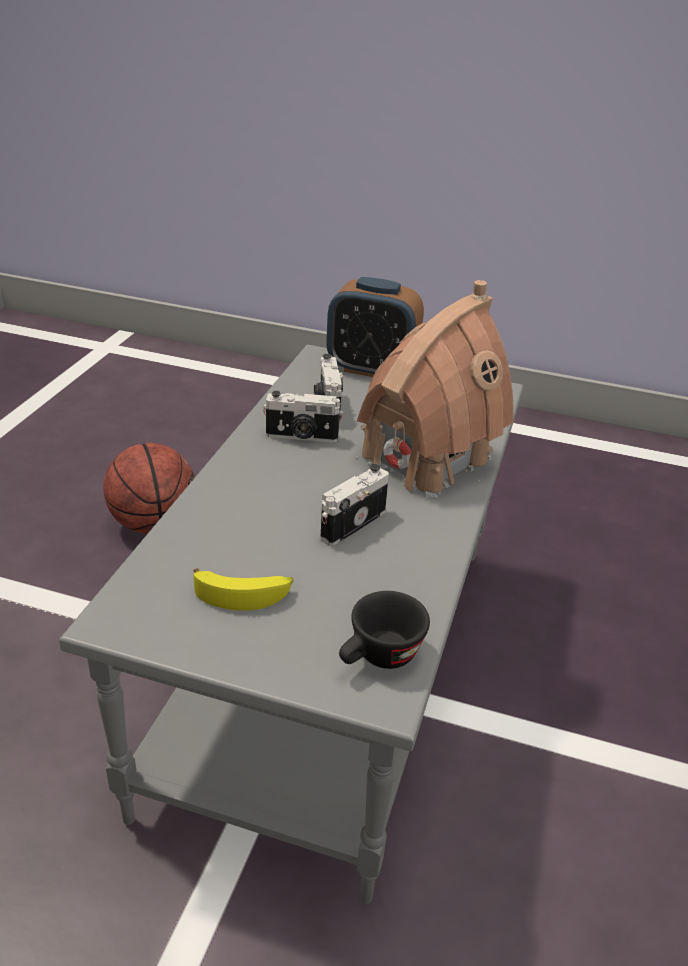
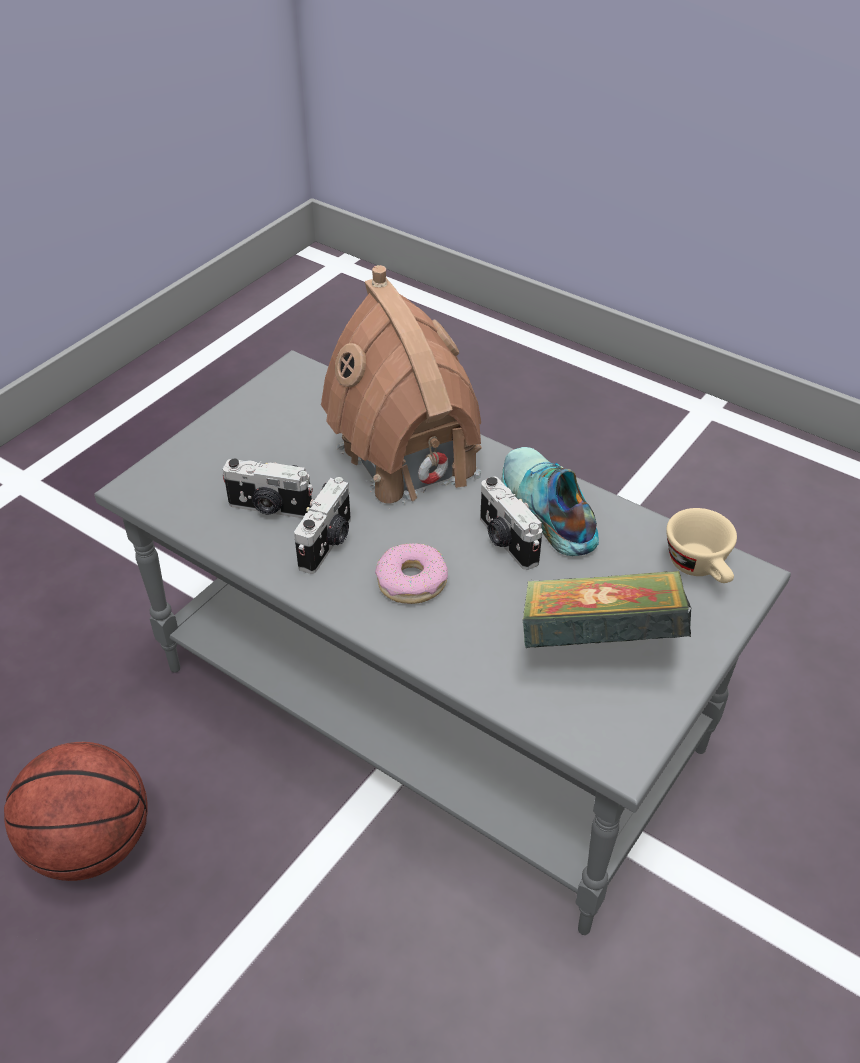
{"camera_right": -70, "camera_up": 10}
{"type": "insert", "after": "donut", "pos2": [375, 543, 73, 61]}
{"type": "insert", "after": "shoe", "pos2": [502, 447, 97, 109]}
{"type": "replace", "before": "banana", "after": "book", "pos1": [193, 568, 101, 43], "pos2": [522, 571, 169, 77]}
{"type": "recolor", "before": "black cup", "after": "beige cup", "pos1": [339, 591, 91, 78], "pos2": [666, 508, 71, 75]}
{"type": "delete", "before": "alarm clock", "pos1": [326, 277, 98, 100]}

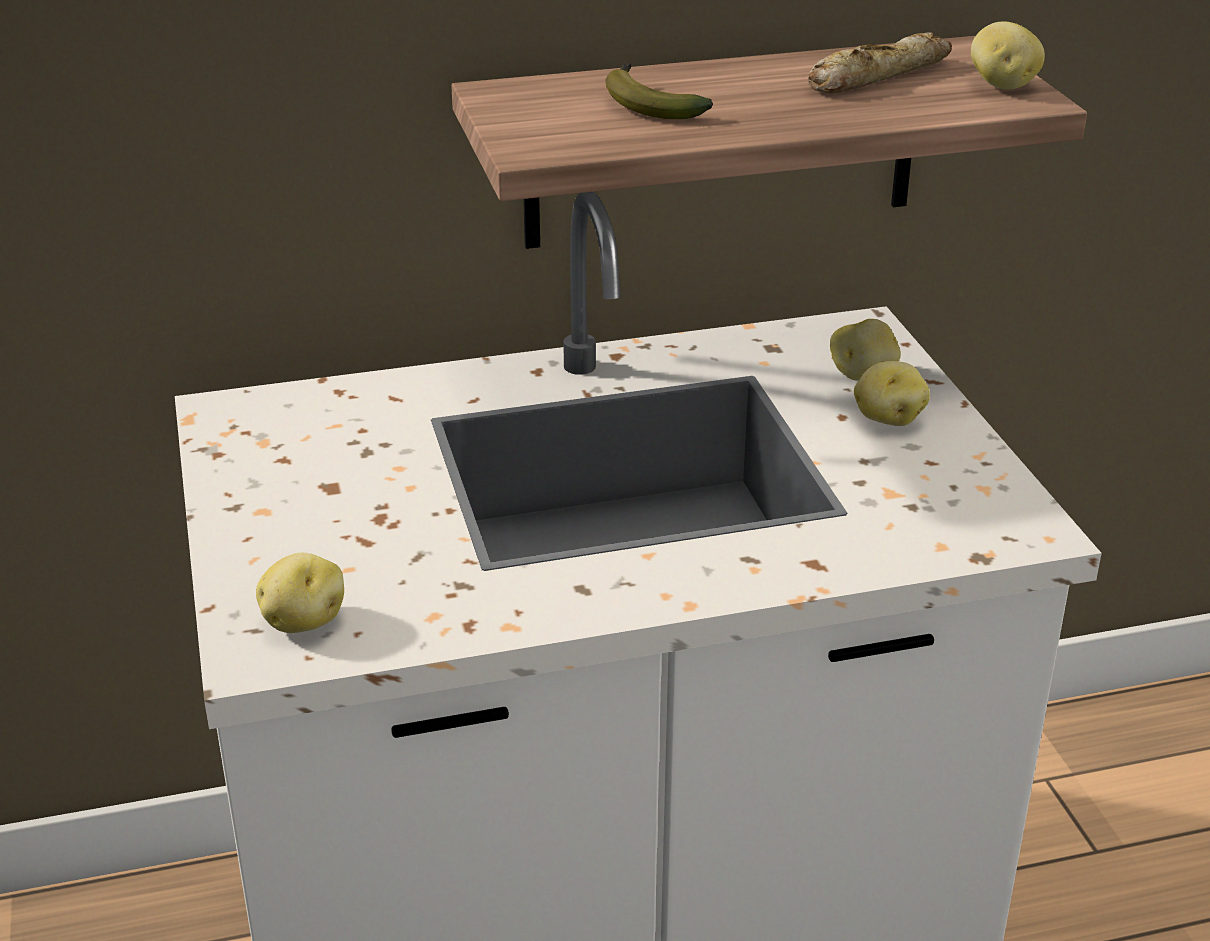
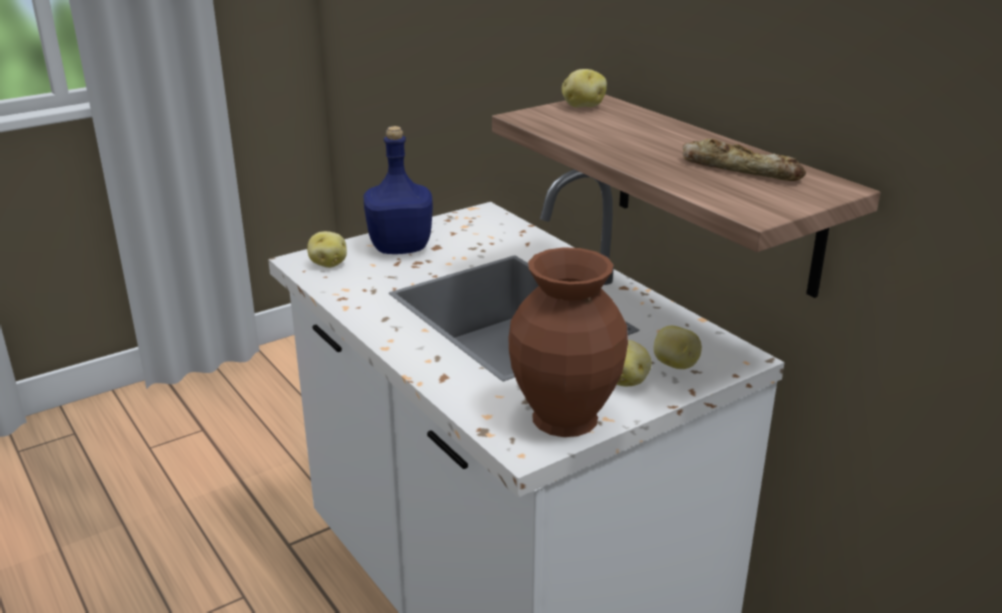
{"camera_right": 70, "camera_up": -5}
{"type": "insert", "after": "blue bottle", "pos2": [364, 126, 69, 128]}
{"type": "insert", "after": "brown vase", "pos2": [508, 247, 120, 190]}
{"type": "move", "before": "potato", "pos1": [971, 21, 74, 69], "pos2": [562, 69, 45, 38]}
{"type": "delete", "before": "banana", "pos1": [605, 63, 108, 56]}

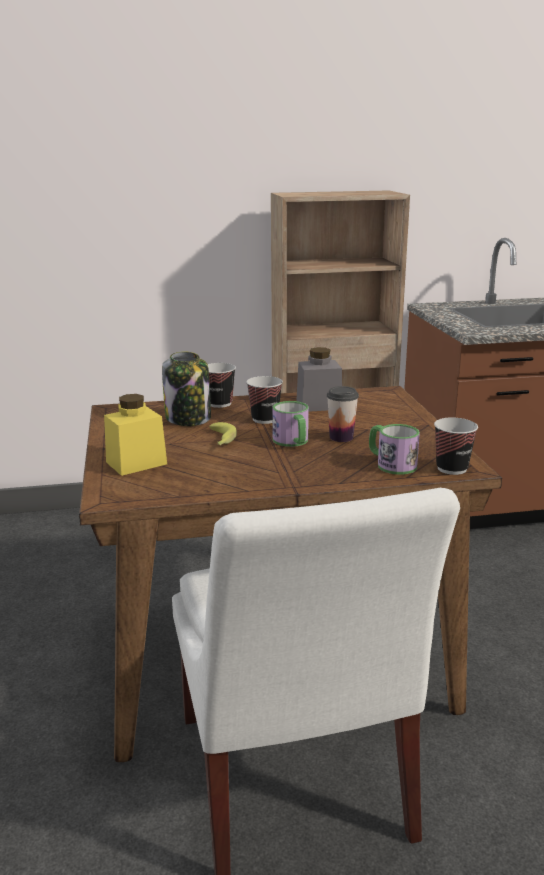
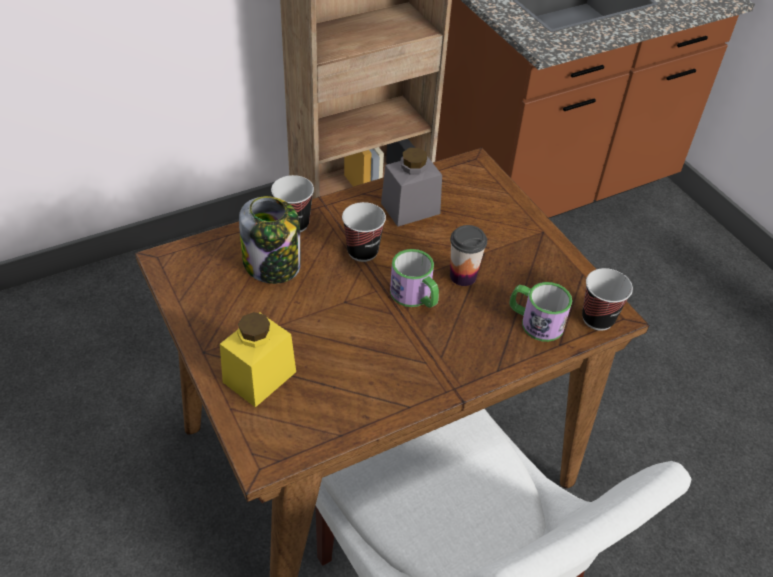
{"camera_right": -20, "camera_up": 25}
{"type": "delete", "before": "banana", "pos1": [209, 422, 28, 23]}

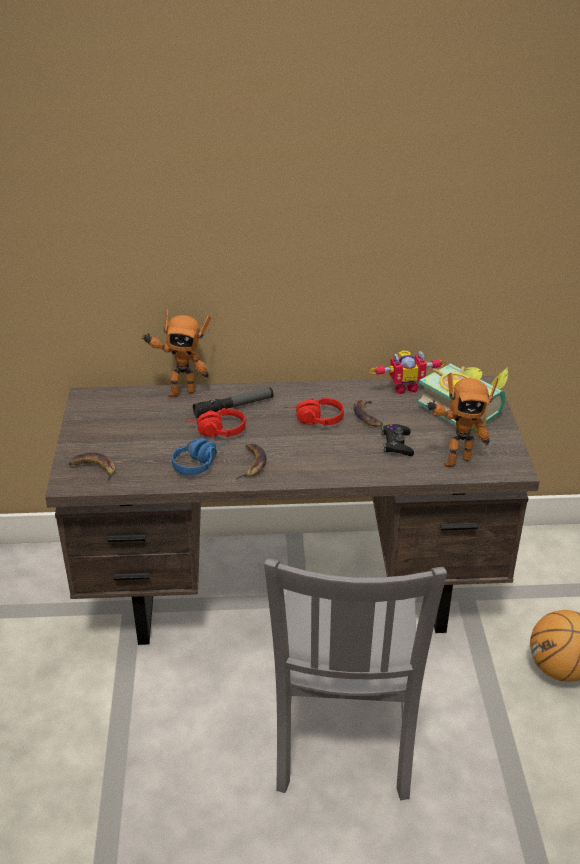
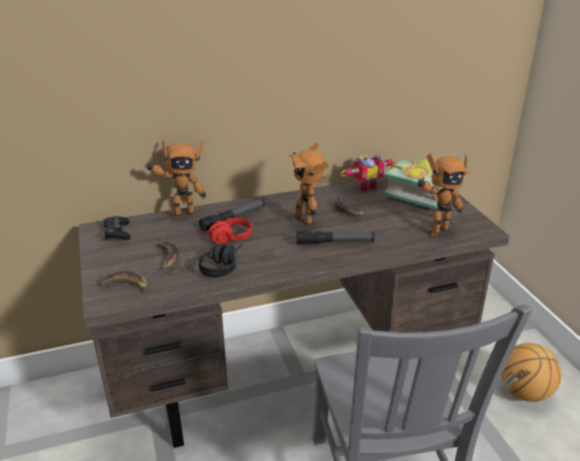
{"camera_right": -15, "camera_up": -5}
{"type": "move", "before": "black game controller", "pos1": [381, 424, 33, 32], "pos2": [102, 216, 29, 24]}
{"type": "move", "before": "banana", "pos1": [236, 444, 30, 35], "pos2": [155, 242, 24, 31]}
{"type": "recolor", "before": "blue headphones", "after": "black headphones", "pos1": [172, 438, 55, 37], "pos2": [198, 243, 44, 34]}
{"type": "replace", "before": "red headphones", "after": "toy robot", "pos1": [284, 398, 60, 28], "pos2": [289, 143, 40, 81]}
{"type": "insert", "after": "flashlight", "pos2": [296, 231, 78, 14]}

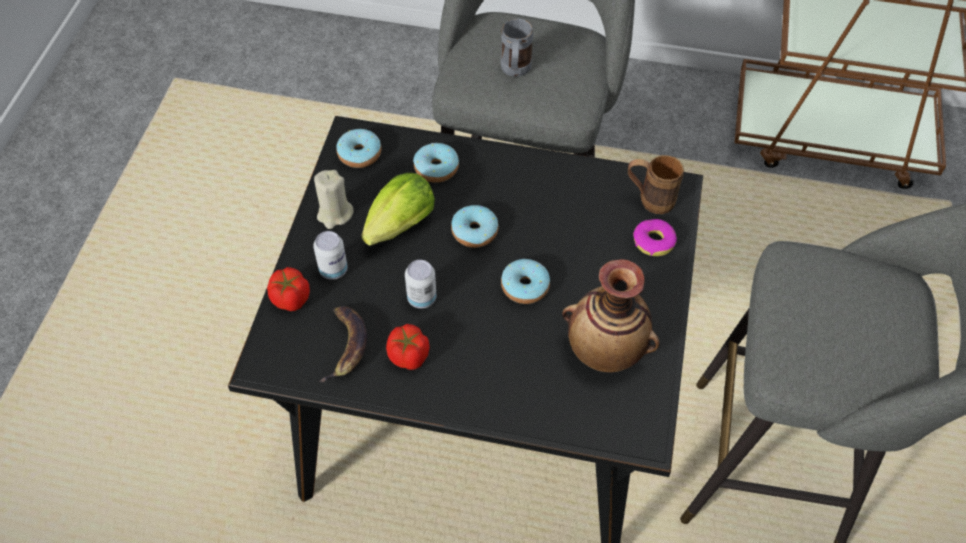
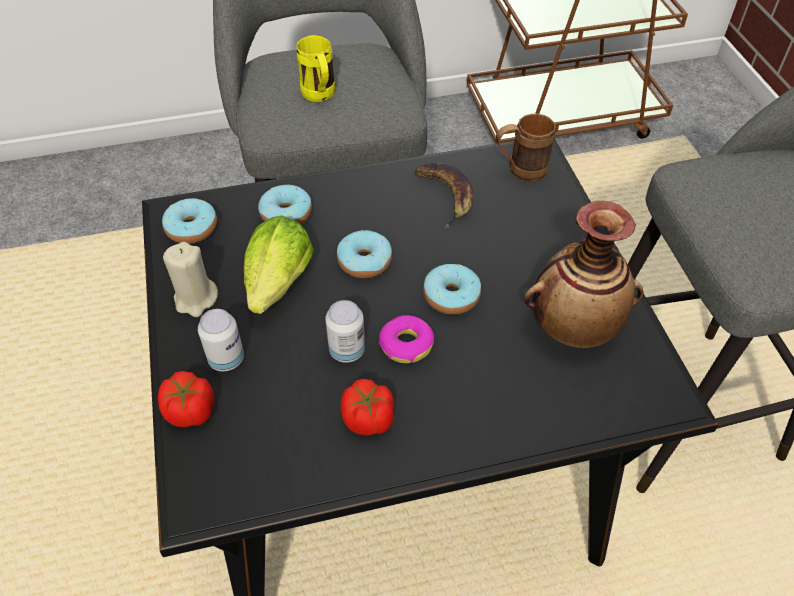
{"camera_right": -25, "camera_up": -5}
{"type": "recolor", "before": "grey mug", "after": "yellow mug", "pos1": [500, 19, 33, 58], "pos2": [296, 35, 39, 67]}
{"type": "move", "before": "donut", "pos1": [633, 219, 44, 37], "pos2": [379, 315, 55, 48]}
{"type": "move", "before": "banana", "pos1": [319, 306, 48, 76], "pos2": [414, 163, 60, 66]}

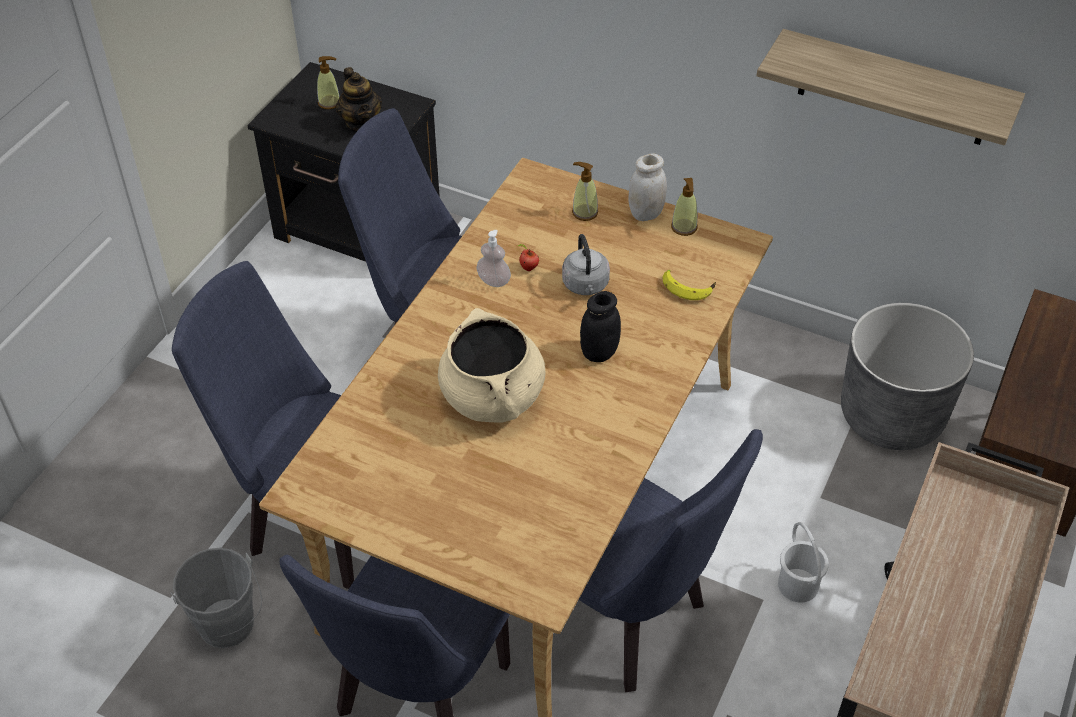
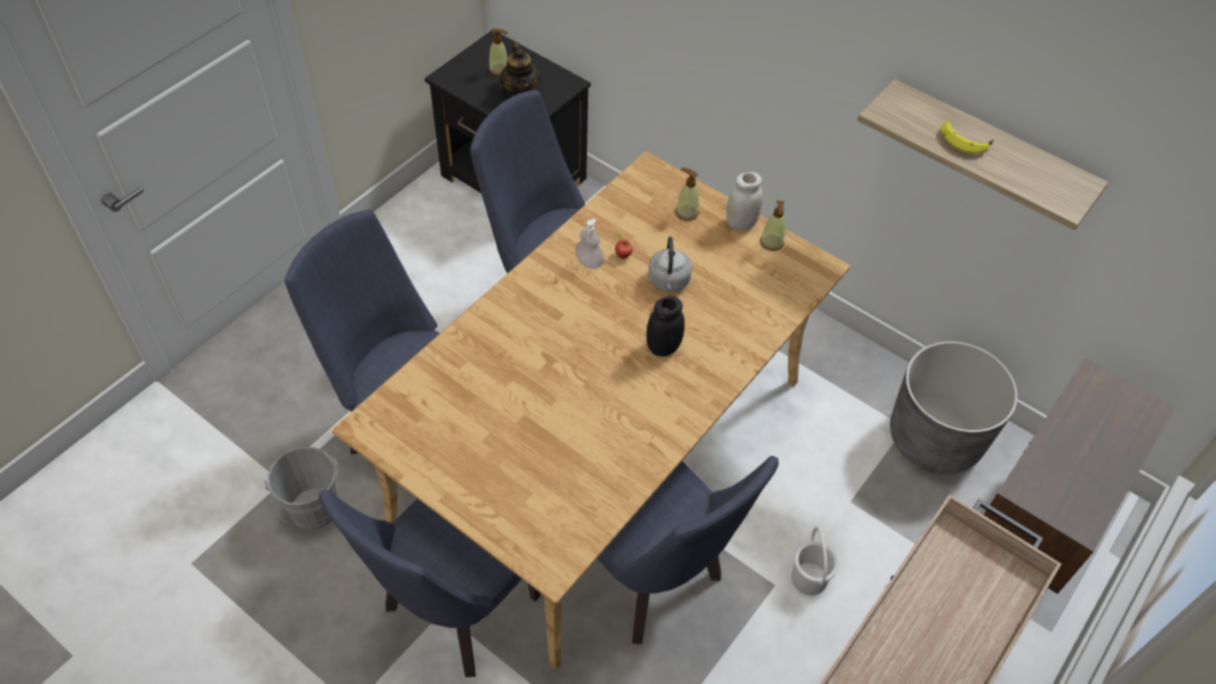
{"camera_right": 10, "camera_up": 5}
{"type": "move", "before": "banana", "pos1": [662, 270, 54, 30], "pos2": [941, 120, 53, 34]}
{"type": "delete", "before": "beige cooking pot", "pos1": [438, 308, 108, 115]}

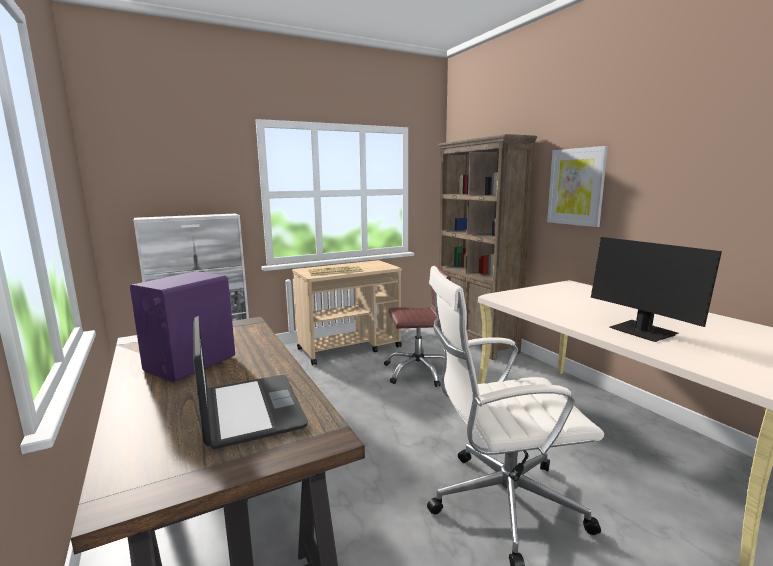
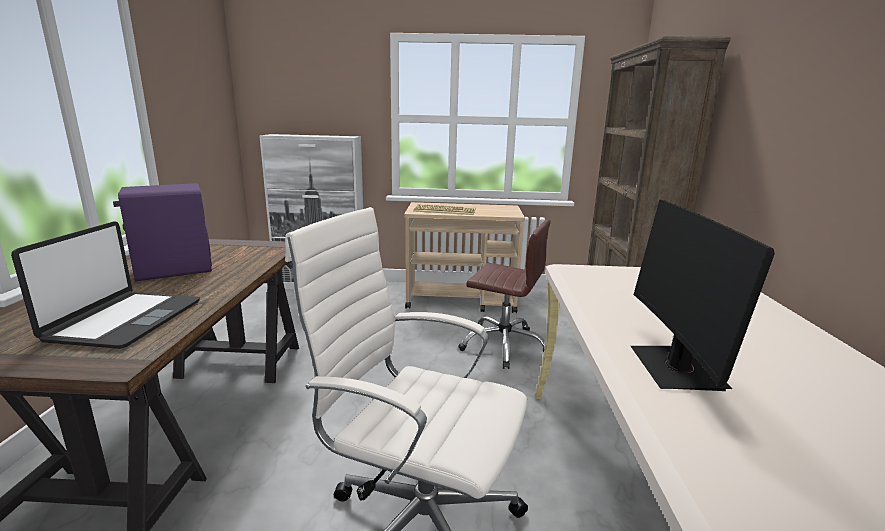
{"camera_right": 30, "camera_up": 5}
{"type": "delete", "before": "picture", "pos1": [547, 146, 61, 81]}

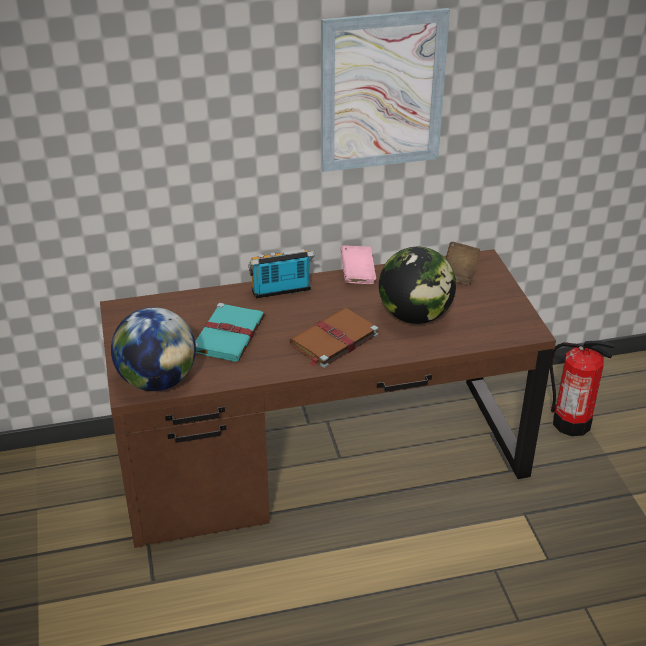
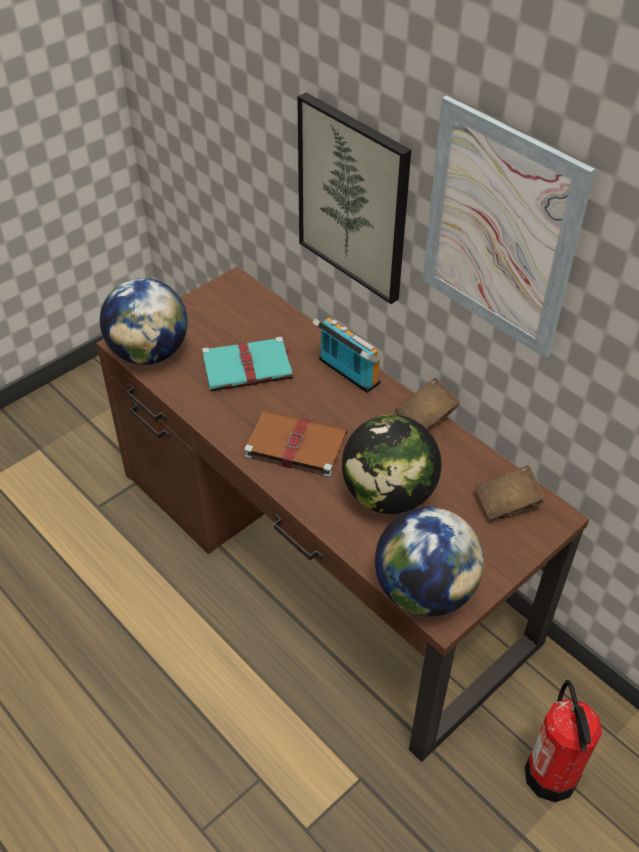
{"camera_right": 60, "camera_up": 10}
{"type": "insert", "after": "picture", "pos2": [297, 92, 114, 212]}
{"type": "insert", "after": "globe", "pos2": [375, 507, 109, 109]}
{"type": "recolor", "before": "pink book", "after": "brown book", "pos1": [340, 245, 36, 39], "pos2": [395, 378, 65, 53]}

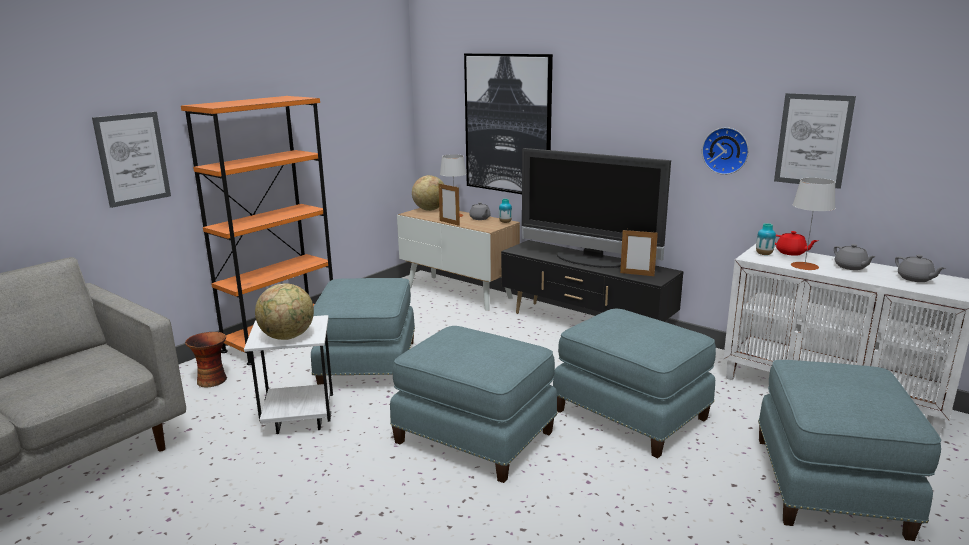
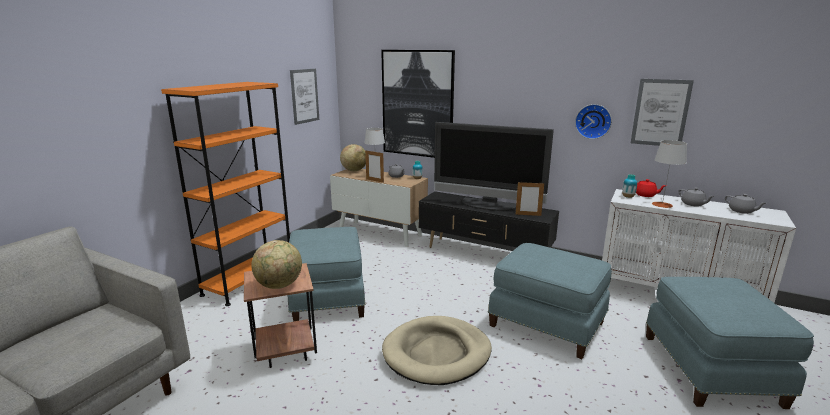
{"camera_right": -10, "camera_up": 0}
{"type": "recolor", "before": "white side table", "after": "brown side table", "pos1": [244, 315, 89, 119], "pos2": [244, 263, 73, 105]}
{"type": "move", "before": "picture", "pos1": [92, 112, 79, 96], "pos2": [290, 69, 29, 56]}
{"type": "replace", "before": "blue ottoman", "after": "beige dog bed", "pos1": [390, 326, 168, 157], "pos2": [382, 316, 110, 69]}
{"type": "delete", "before": "vase", "pos1": [185, 332, 42, 55]}

